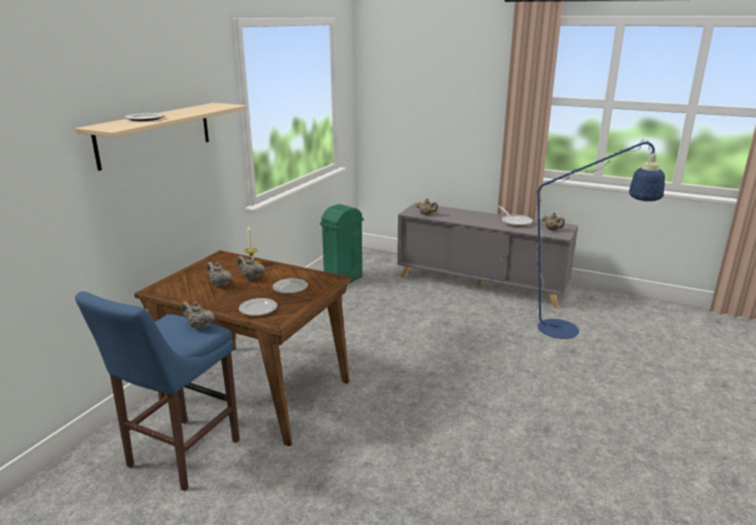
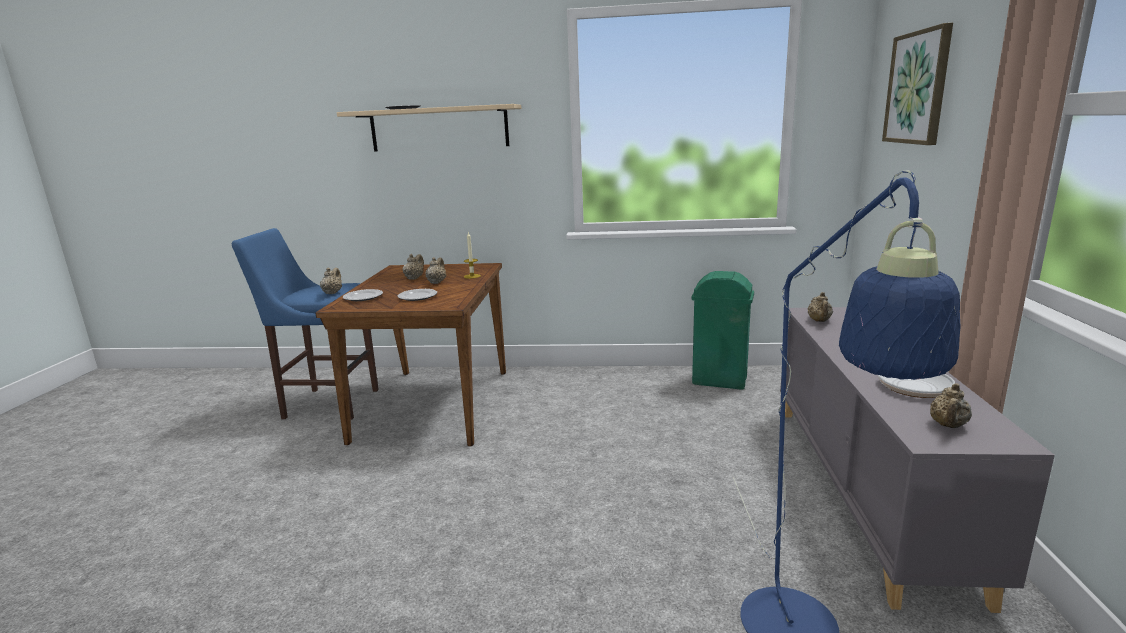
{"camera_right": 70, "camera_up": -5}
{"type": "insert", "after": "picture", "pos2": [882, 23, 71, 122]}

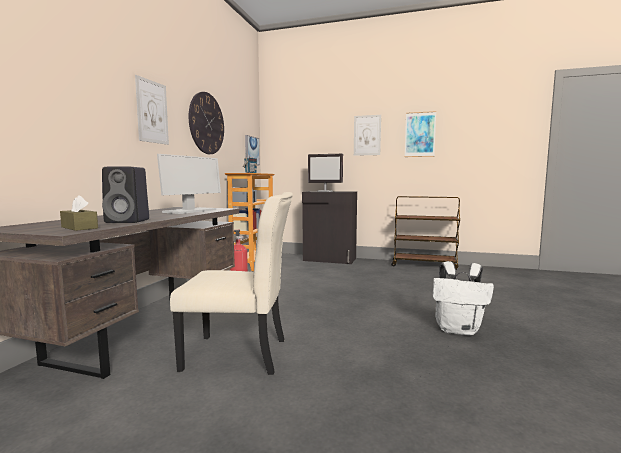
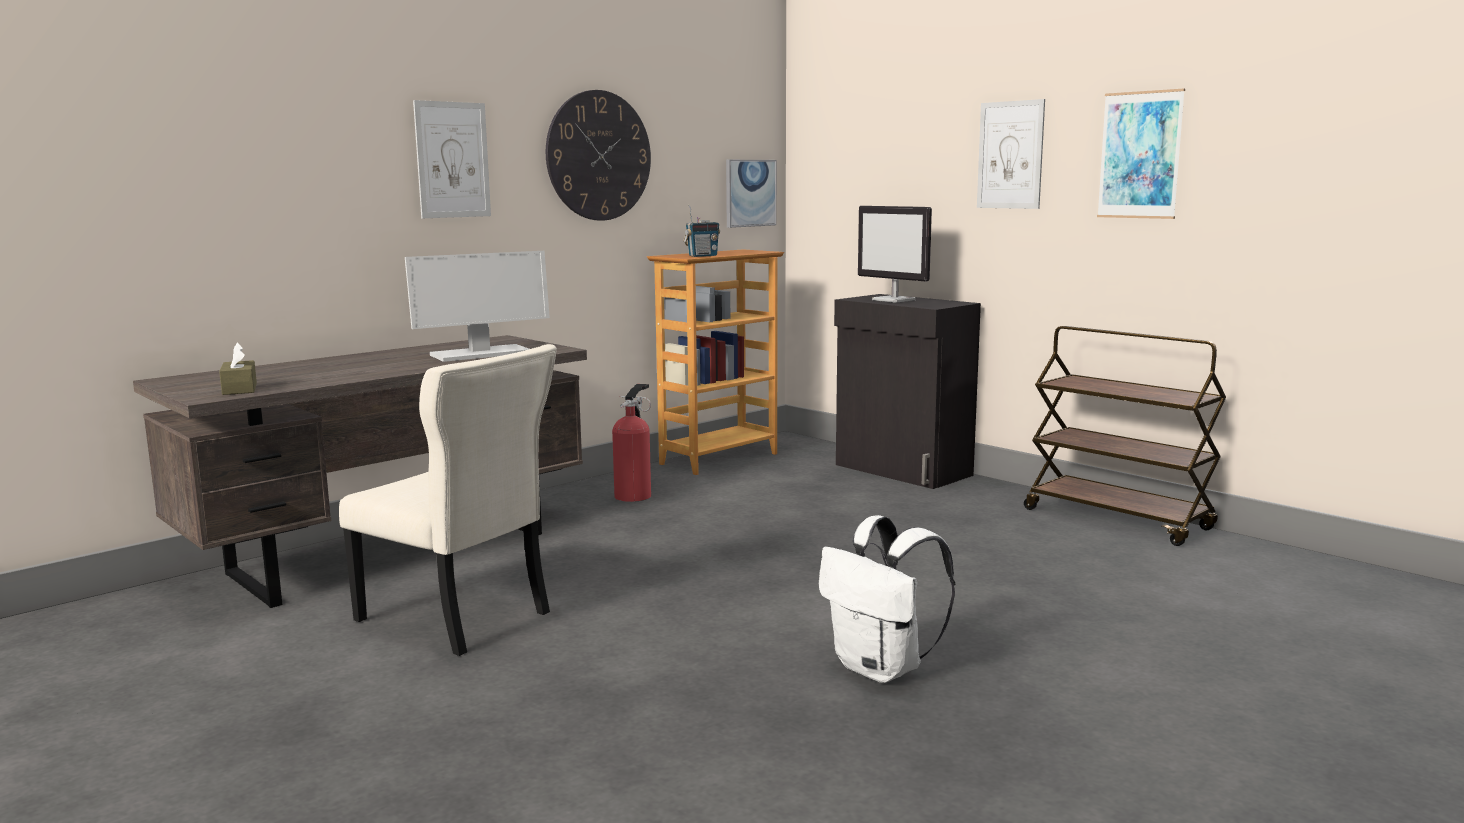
{"camera_right": 30, "camera_up": 5}
{"type": "delete", "before": "black speaker", "pos1": [102, 167, 47, 56]}

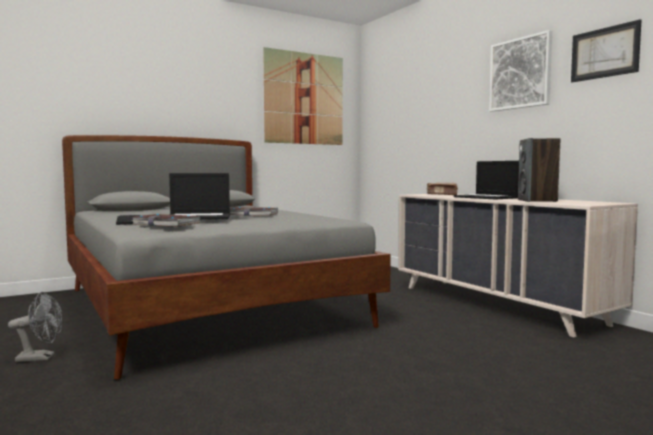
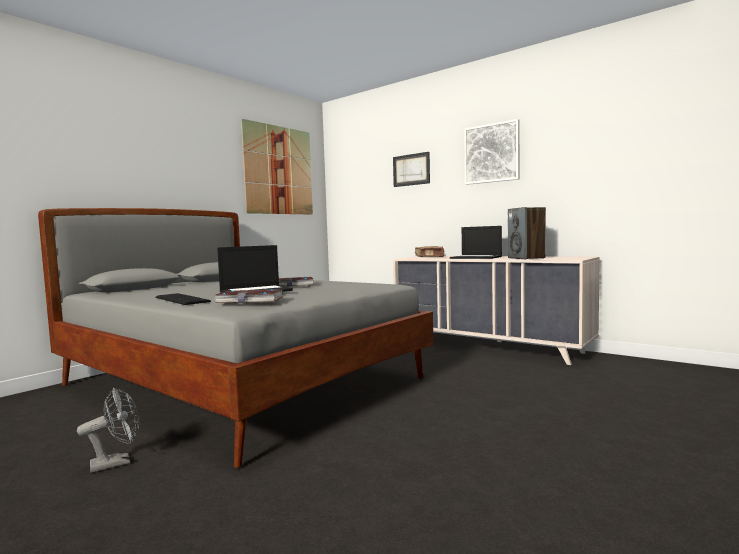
{"camera_right": -20, "camera_up": 0}
{"type": "move", "before": "picture", "pos1": [571, 19, 71, 63], "pos2": [393, 152, 37, 35]}

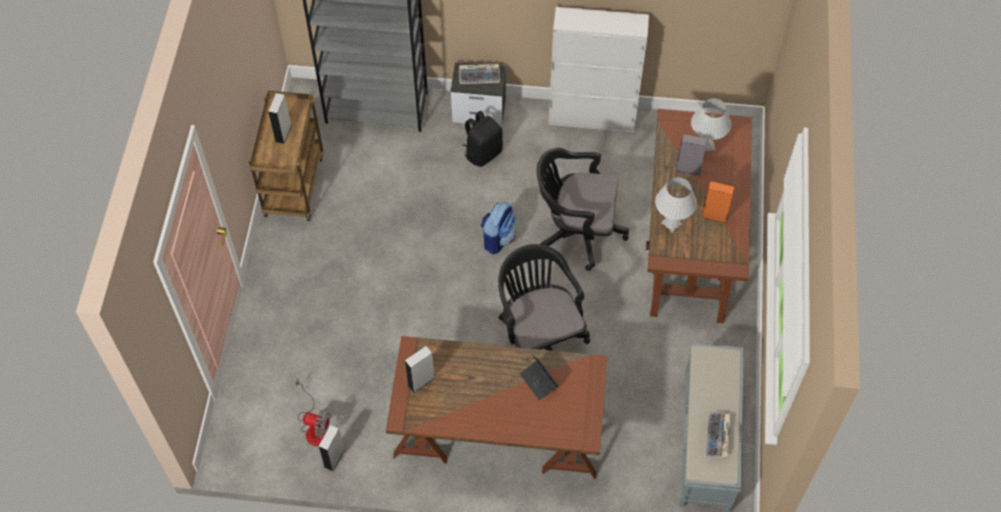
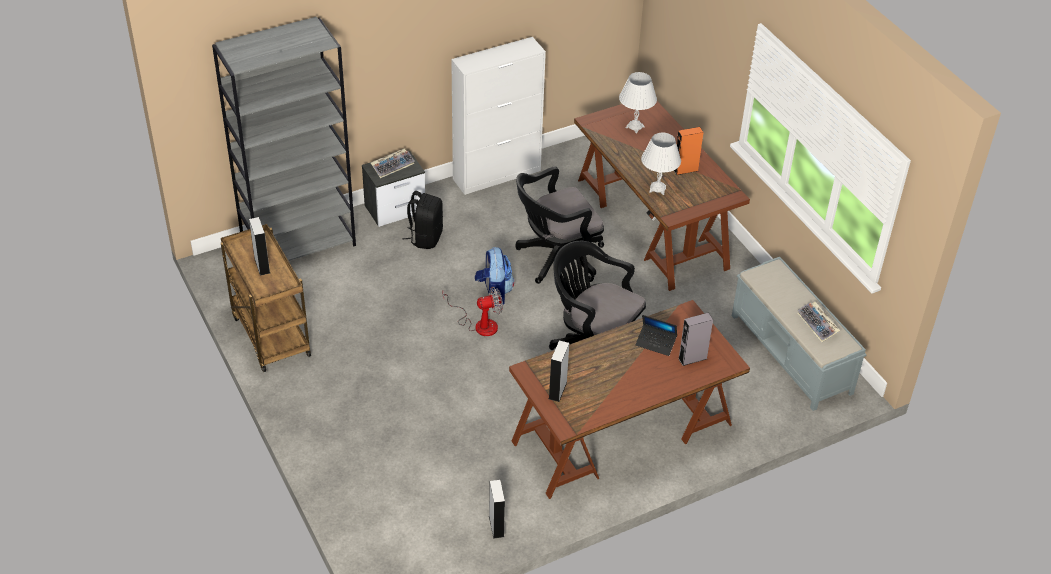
{"camera_right": -35, "camera_up": -15}
{"type": "move", "before": "fan", "pos1": [296, 378, 34, 68], "pos2": [443, 287, 60, 49]}
{"type": "move", "before": "grey speaker", "pos1": [676, 134, 31, 41], "pos2": [678, 313, 35, 53]}

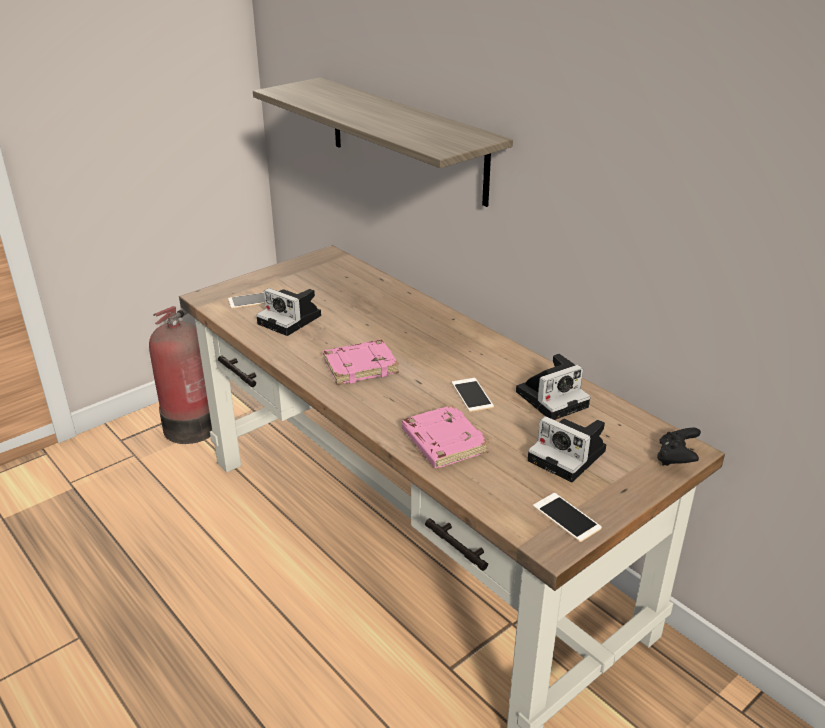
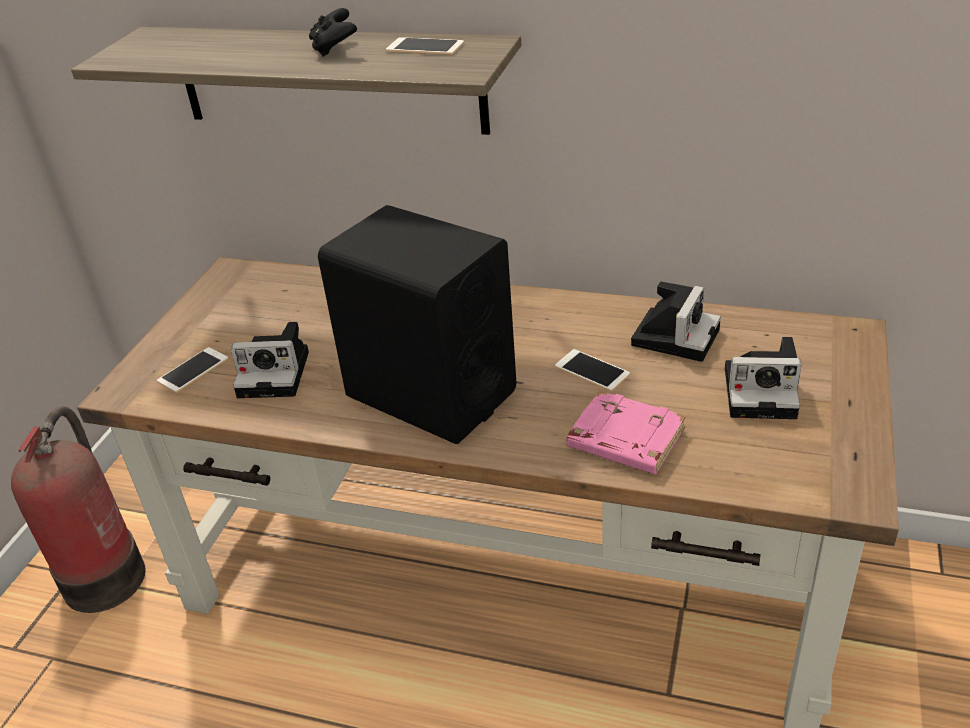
{"camera_right": -30, "camera_up": 5}
{"type": "move", "before": "black game controller", "pos1": [657, 428, 44, 38], "pos2": [309, 8, 48, 49]}
{"type": "replace", "before": "pink book", "after": "black speaker", "pos1": [323, 340, 76, 45], "pos2": [318, 205, 198, 239]}
{"type": "move", "before": "phone", "pos1": [533, 493, 69, 49], "pos2": [386, 37, 78, 18]}

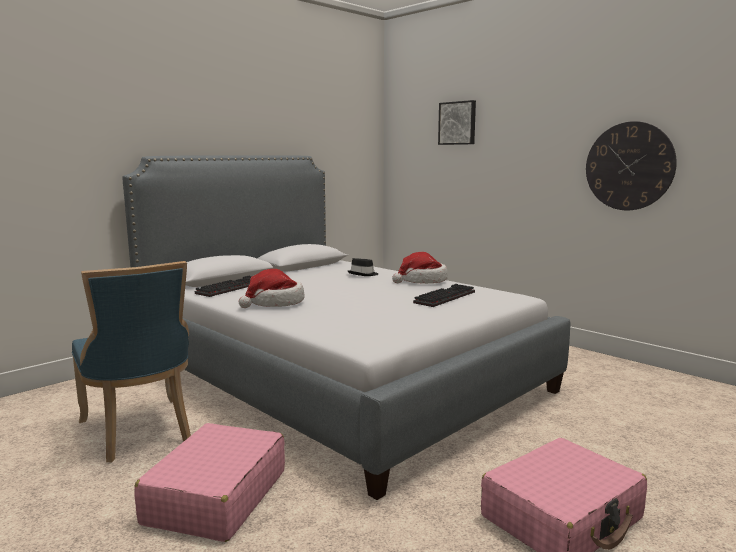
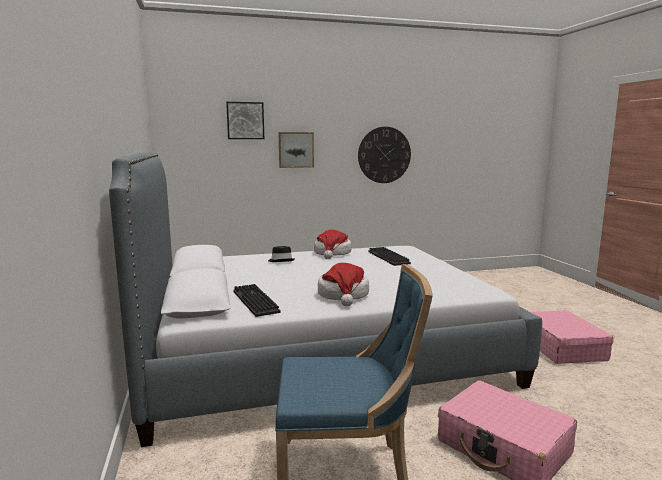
{"camera_right": -60, "camera_up": 0}
{"type": "insert", "after": "picture", "pos2": [279, 132, 35, 36]}

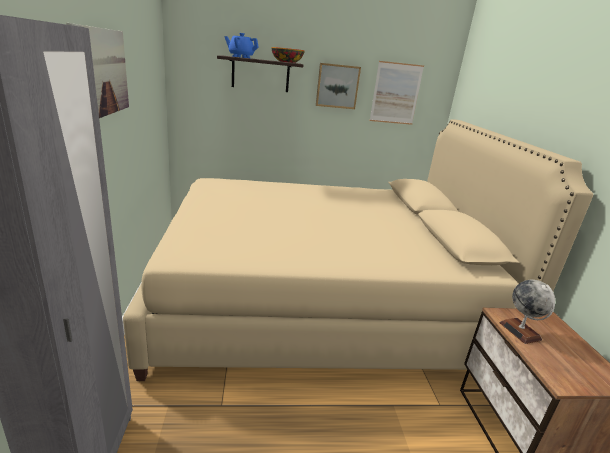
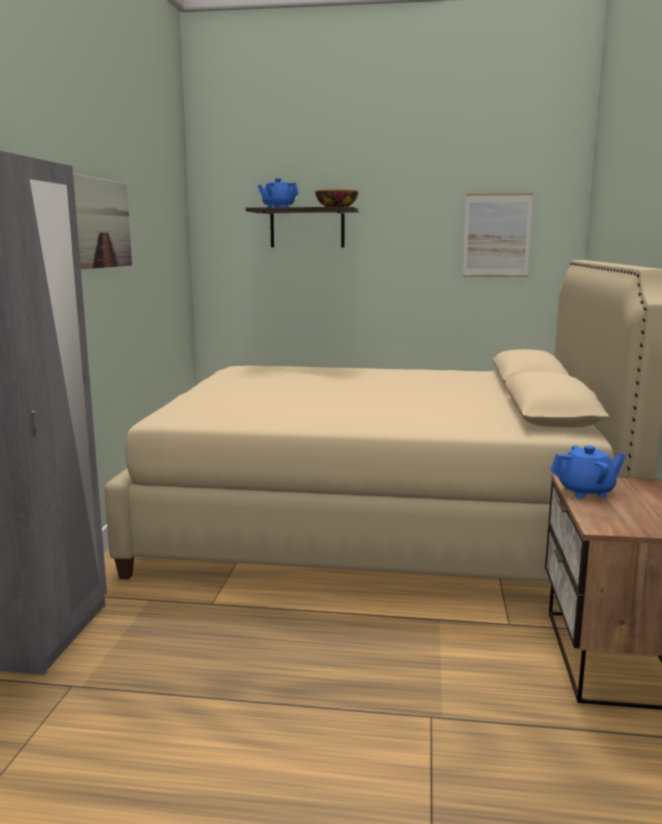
{"camera_right": 15, "camera_up": -10}
{"type": "replace", "before": "globe", "after": "blue teapot", "pos1": [499, 280, 56, 64], "pos2": [550, 445, 76, 53]}
{"type": "delete", "before": "picture", "pos1": [316, 63, 45, 46]}

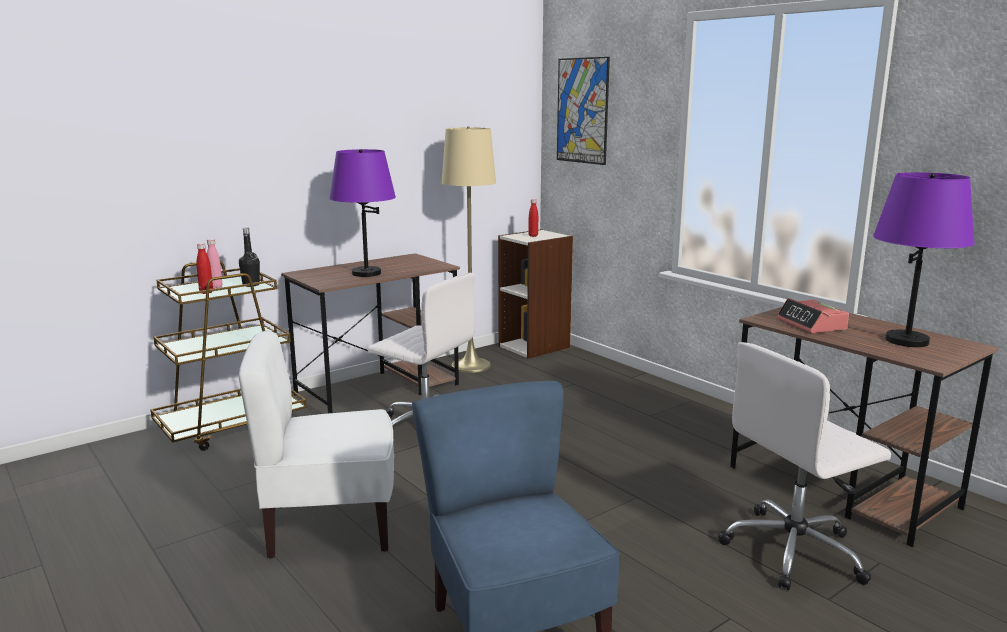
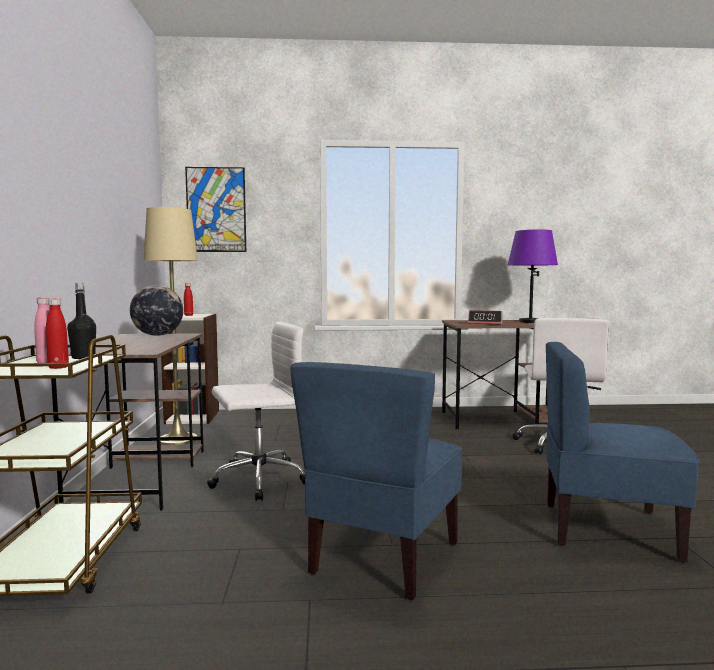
{"camera_right": -55, "camera_up": -10}
{"type": "insert", "after": "globe", "pos2": [130, 285, 53, 51]}
{"type": "recolor", "before": "white chair", "after": "blue chair", "pos1": [238, 331, 156, 227], "pos2": [290, 362, 172, 238]}
{"type": "delete", "before": "purple table lamp", "pos1": [329, 149, 67, 128]}

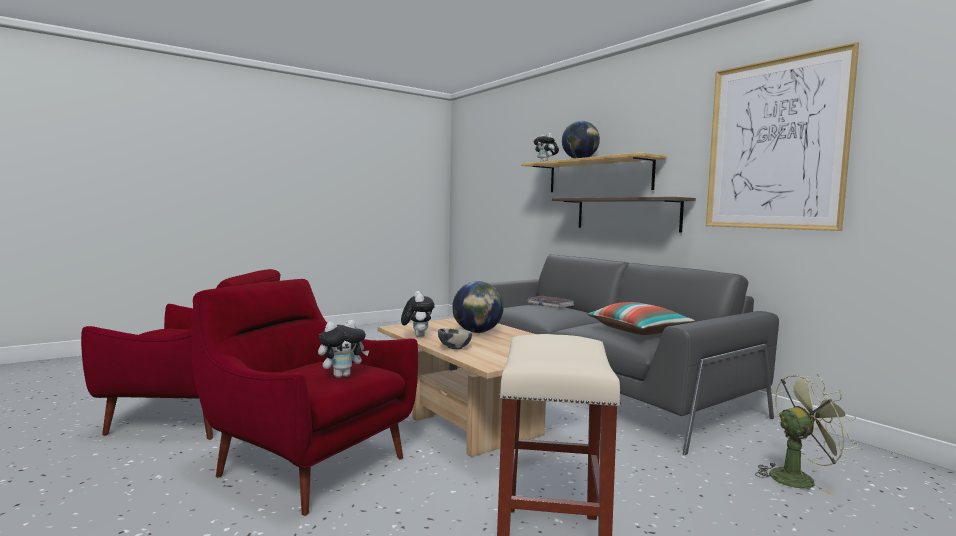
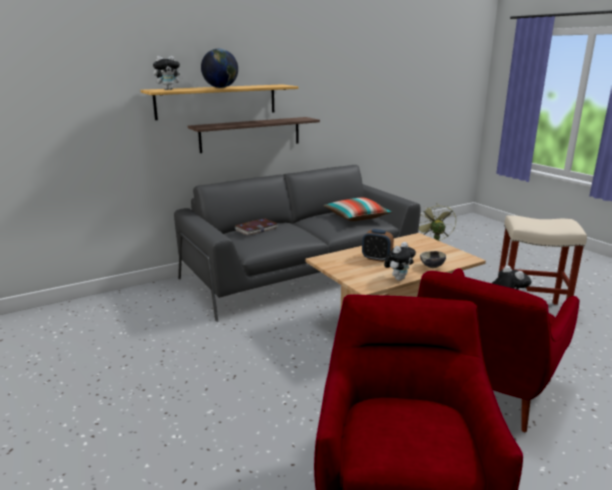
{"camera_right": -85, "camera_up": 15}
{"type": "replace", "before": "globe", "after": "alarm clock", "pos1": [452, 281, 52, 52], "pos2": [362, 229, 32, 33]}
{"type": "rotate", "before": "plush toy", "pos1": [401, 291, 34, 46], "pos2": [384, 242, 32, 39], "turn": 135}
{"type": "delete", "before": "picture", "pos1": [706, 42, 153, 189]}

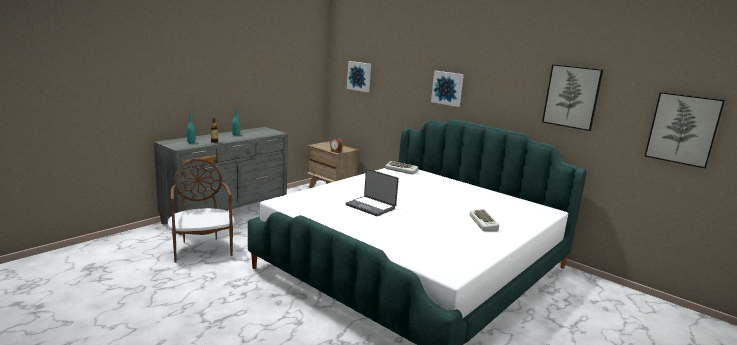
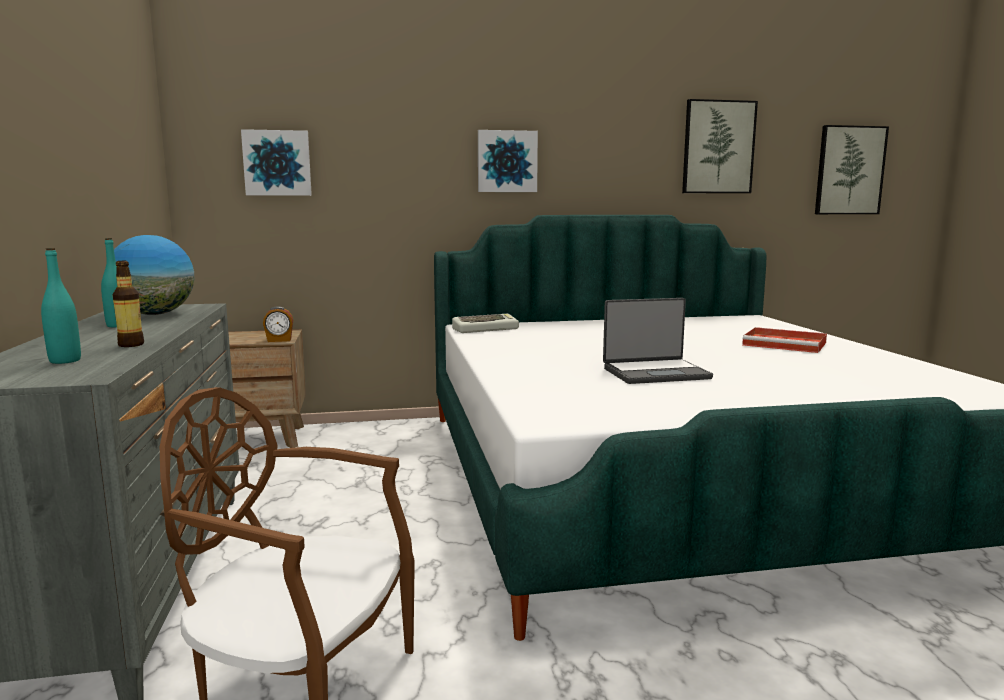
{"camera_right": -50, "camera_up": -5}
{"type": "insert", "after": "globe", "pos2": [114, 235, 80, 80]}
{"type": "replace", "before": "keyboard", "after": "red tray", "pos1": [469, 209, 30, 23], "pos2": [742, 327, 85, 26]}

